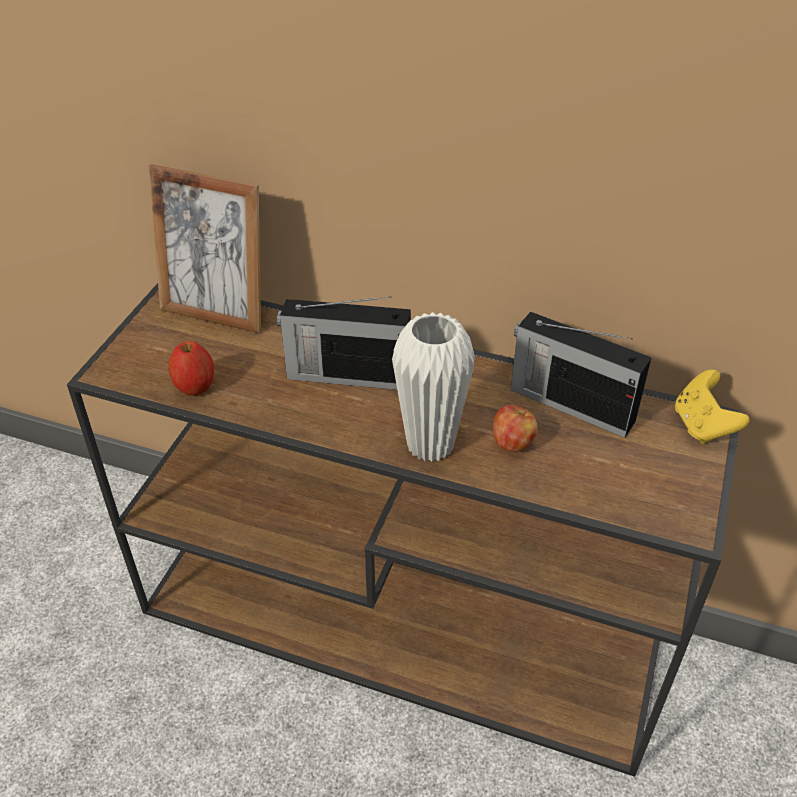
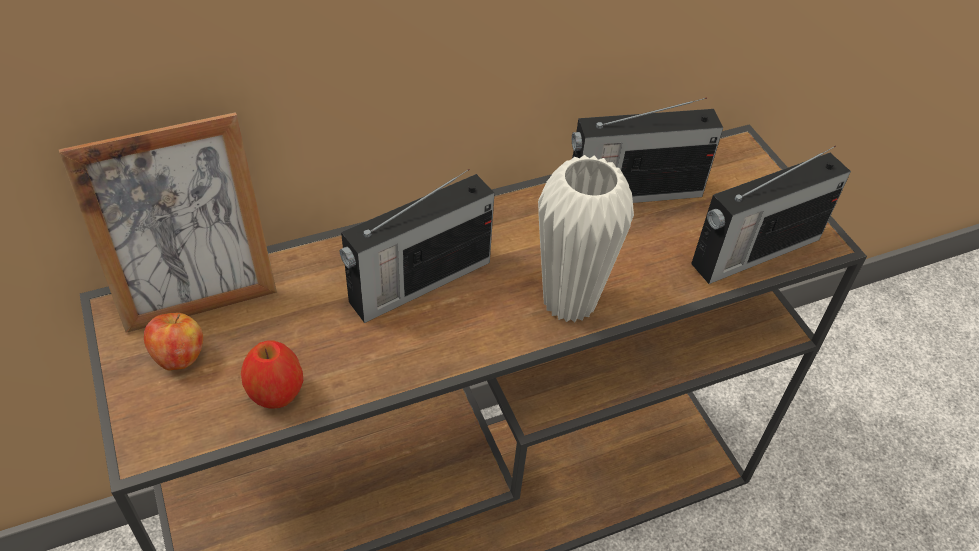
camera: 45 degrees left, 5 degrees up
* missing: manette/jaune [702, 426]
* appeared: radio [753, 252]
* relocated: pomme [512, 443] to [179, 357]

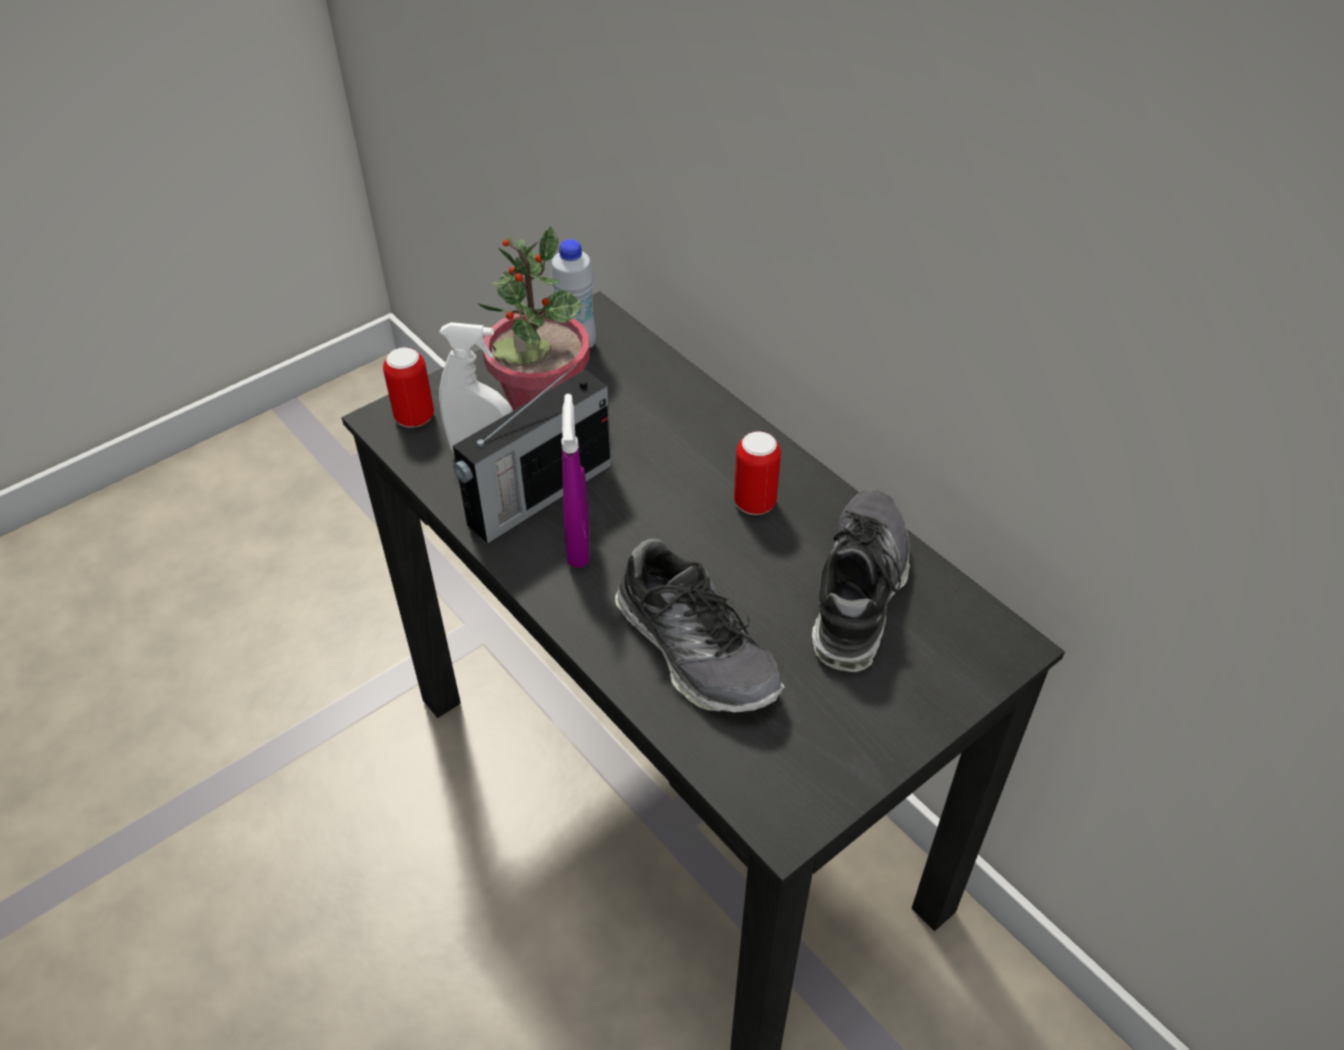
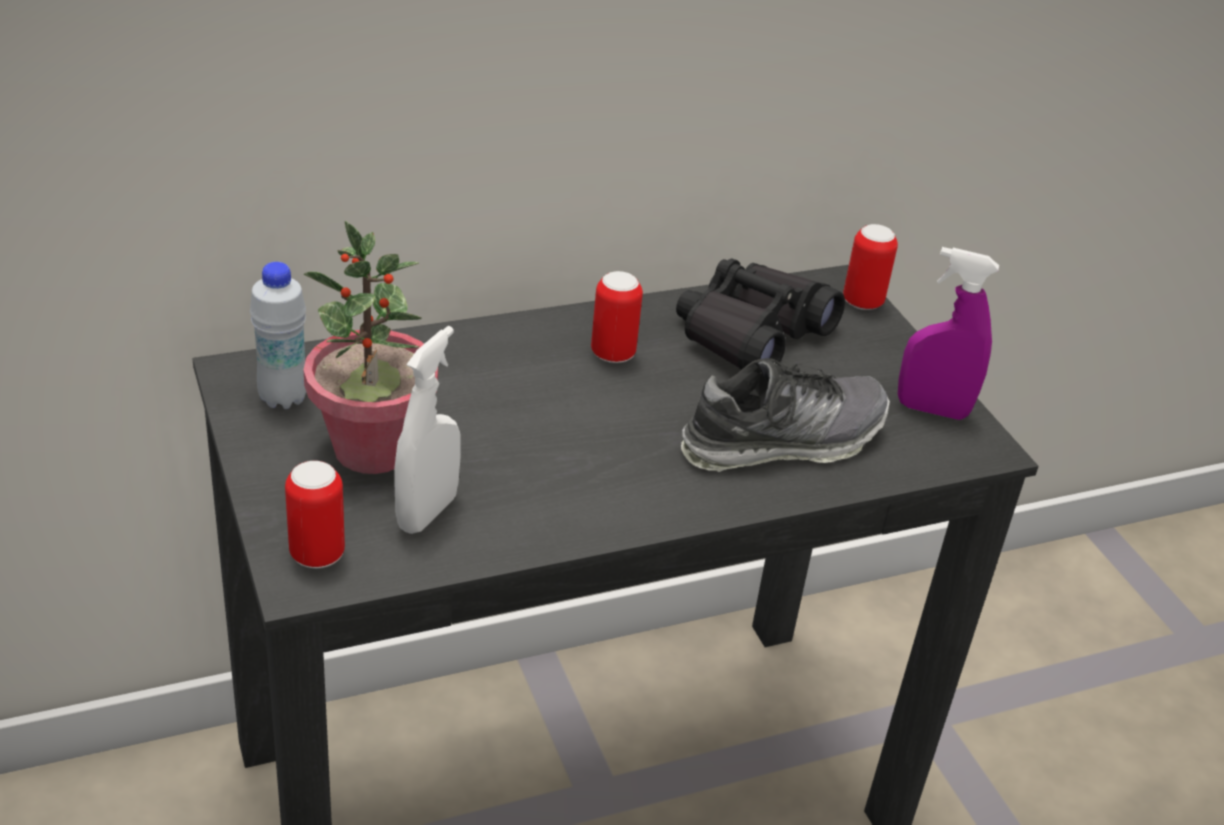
camera: 75 degrees left, 10 degrees down
* missing: radio [537, 495]
* appeared: boîte métallique [862, 302]
* relocated: vaporisateur/violet [578, 545] to [932, 409]
* exchanged: chaussure [858, 590] to jumelles/noir [751, 333]

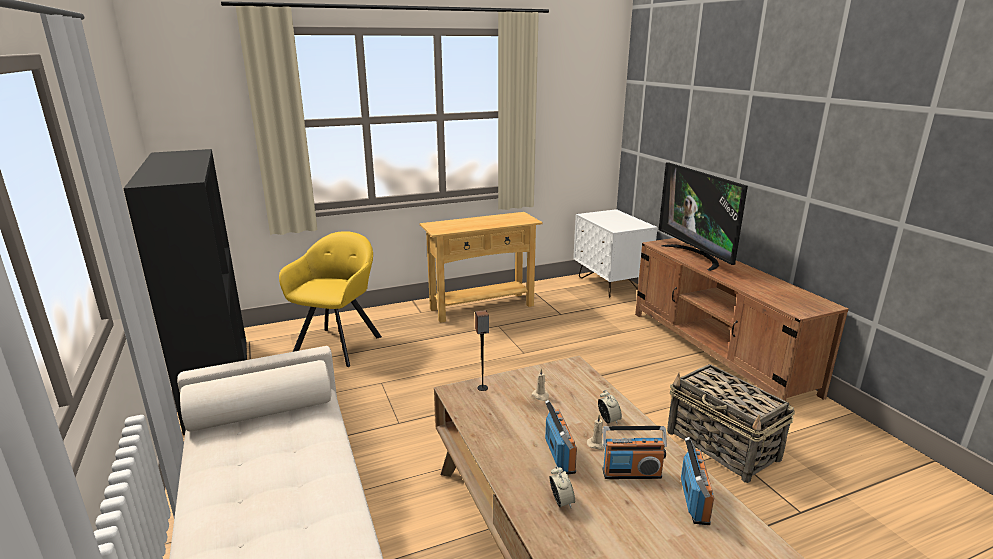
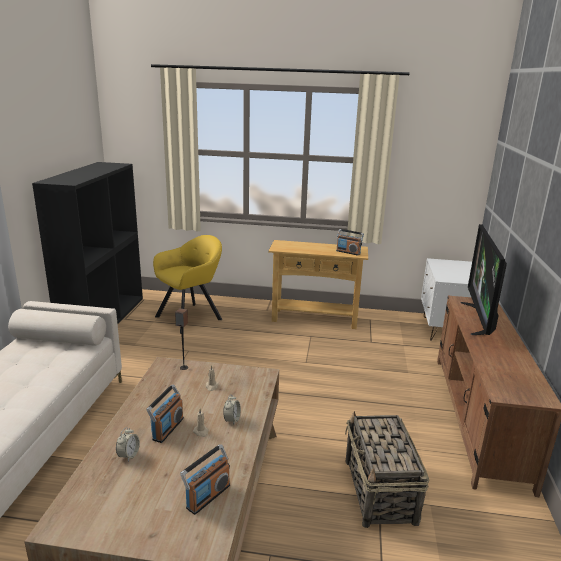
camera: 30 degrees right, 0 degrees up
* relocated: radio [631, 473] to [348, 252]

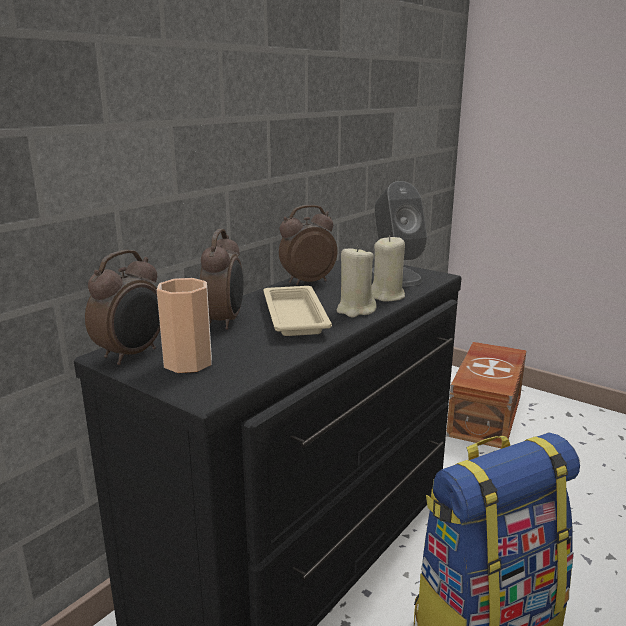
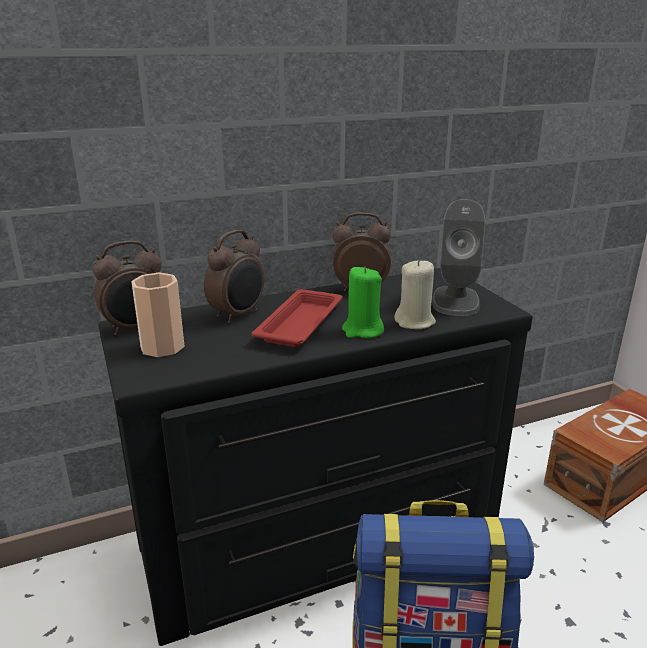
camera: 30 degrees right, 5 degrees up
* colour: plateau/beige [294, 316] to plateau/rouge [301, 323]
* colour: bougie/beige [355, 310] to bougie/vert [362, 330]

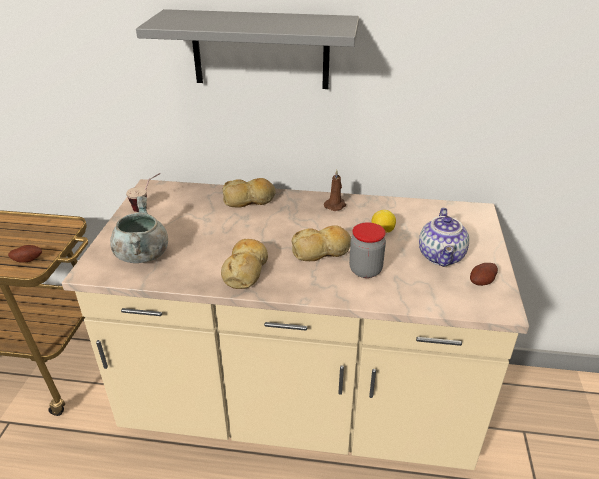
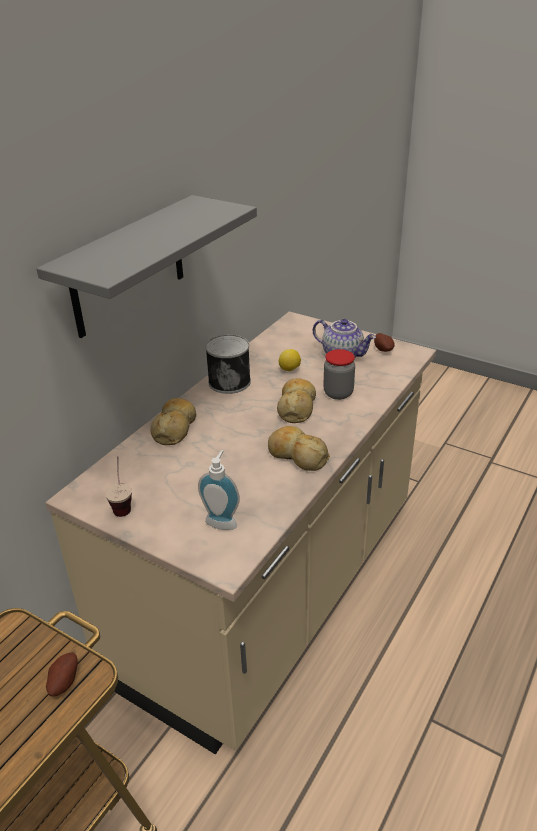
camera: 65 degrees left, 0 degrees up
* exchanged: marmite/gris [142, 254] to distributeur de savon [222, 521]
* exchanged: bougie/marron [335, 205] to boîte métallique [230, 381]

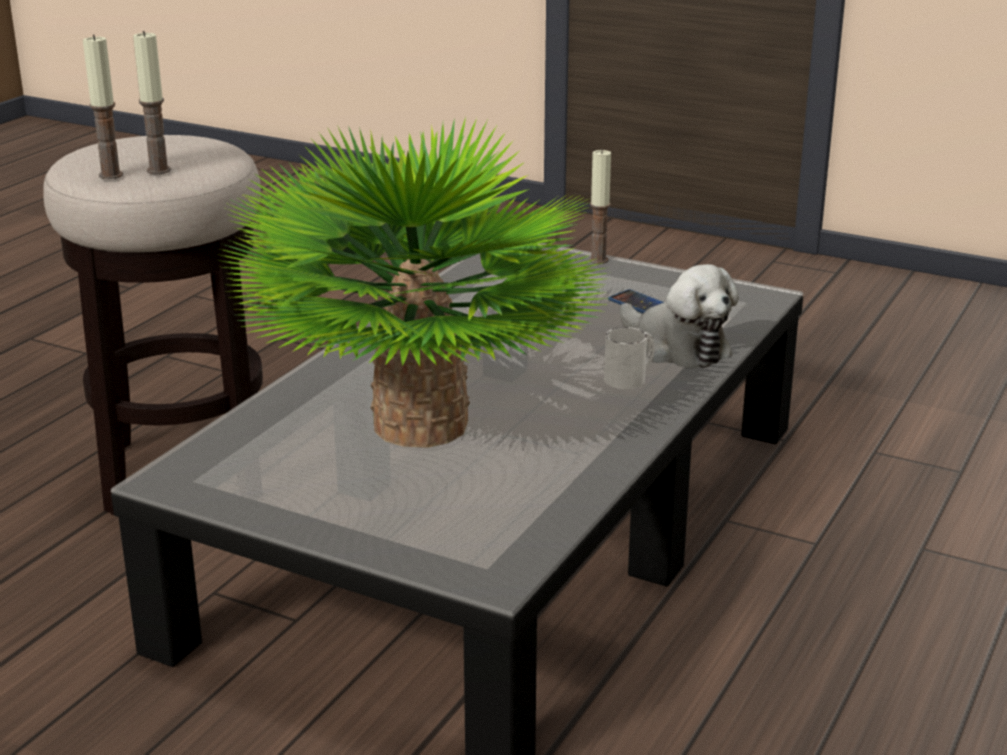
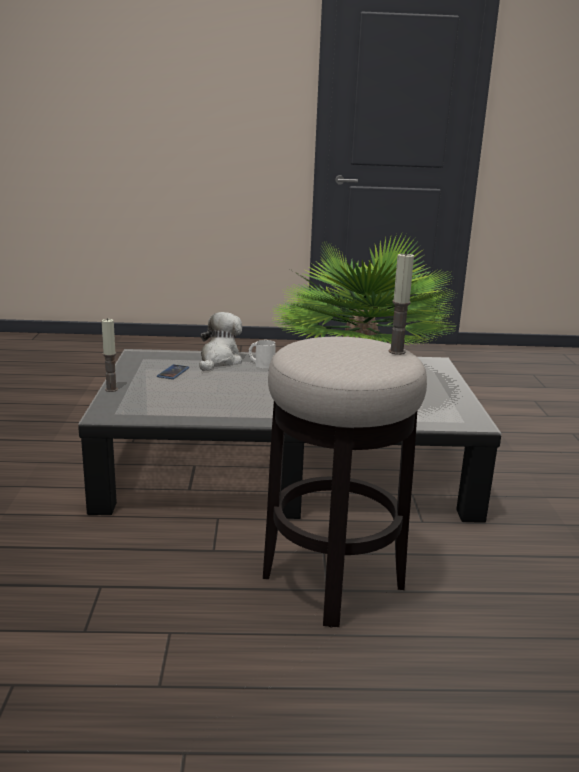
camera: 120 degrees left, 5 degrees down
* missing: bougie [158, 170]

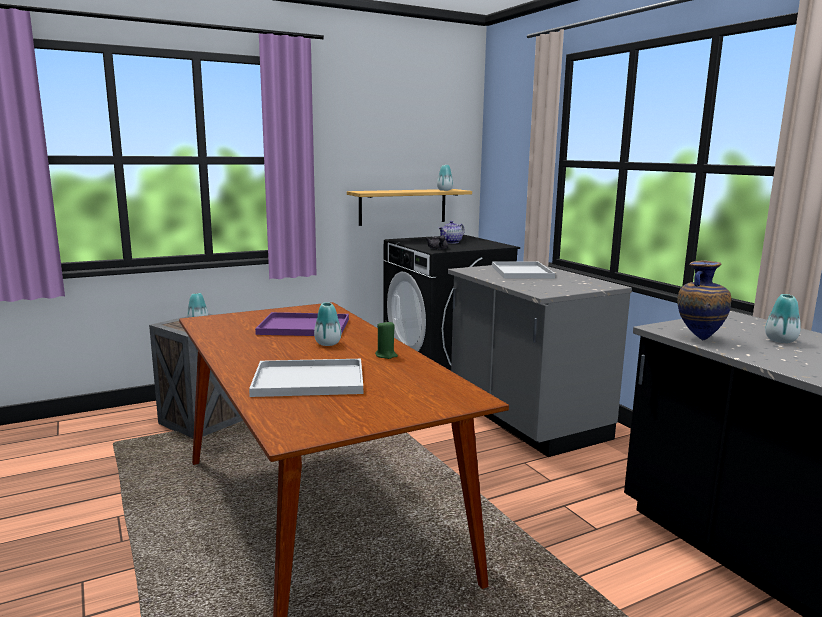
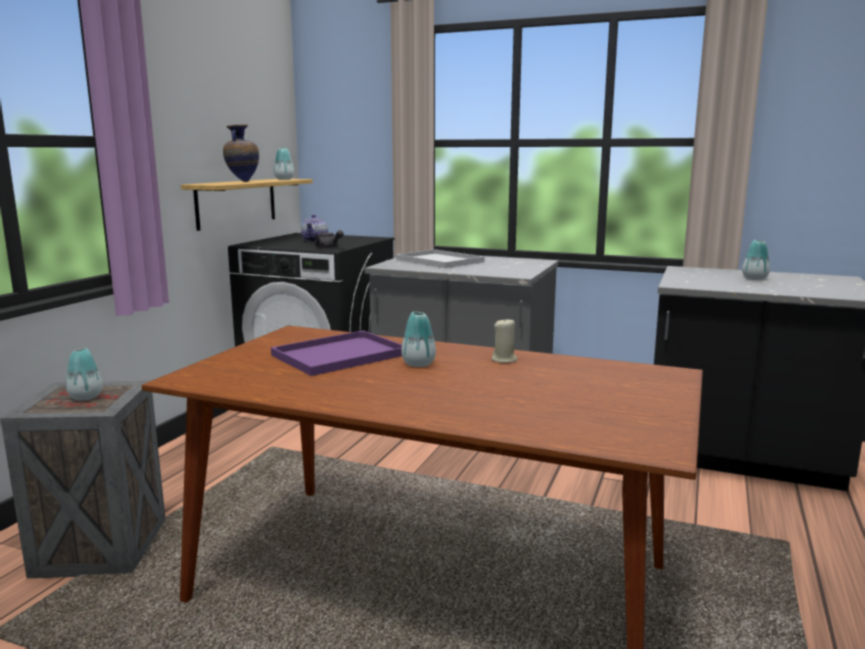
camera: 40 degrees left, 0 degrees up
* missing: plateau/blanc [306, 380]
* relocated: vase [698, 338] to [242, 181]
* colour: bougie/vert [386, 355] to bougie/beige [504, 360]

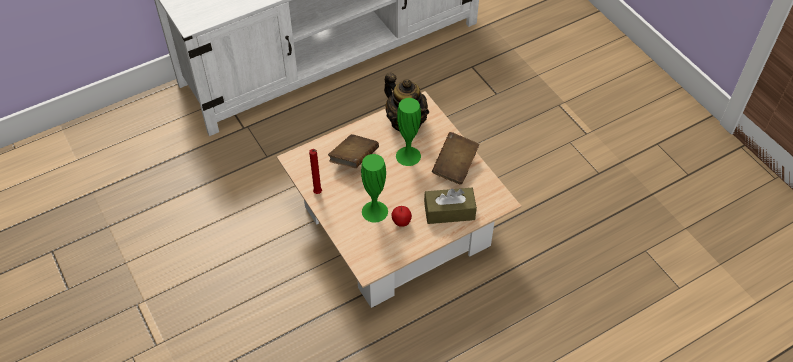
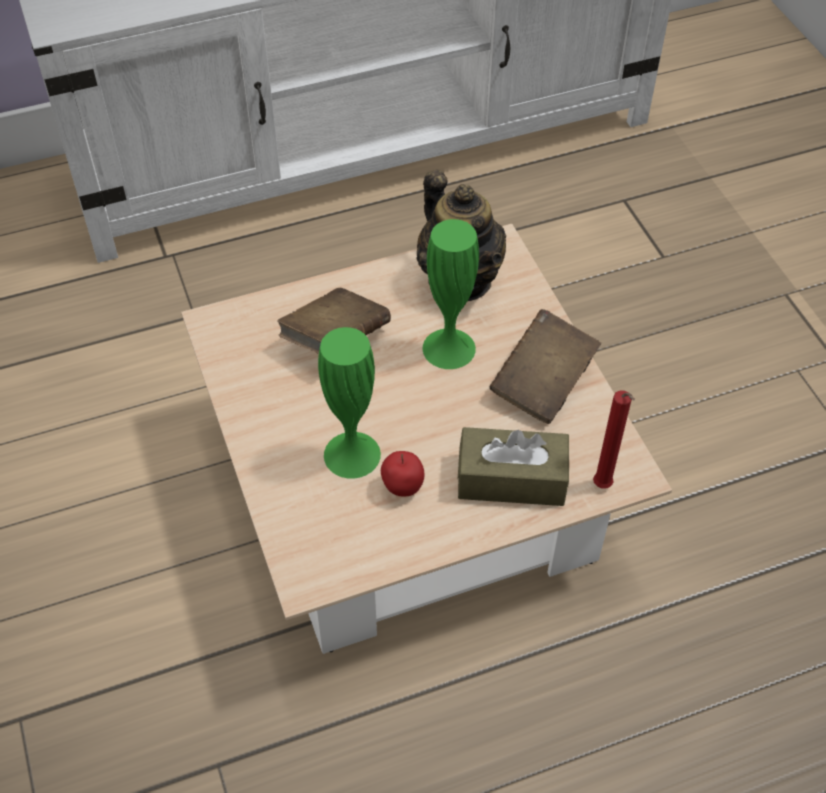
camera: 10 degrees right, 0 degrees up
* relocated: bougie/rouge [318, 193] to [603, 487]

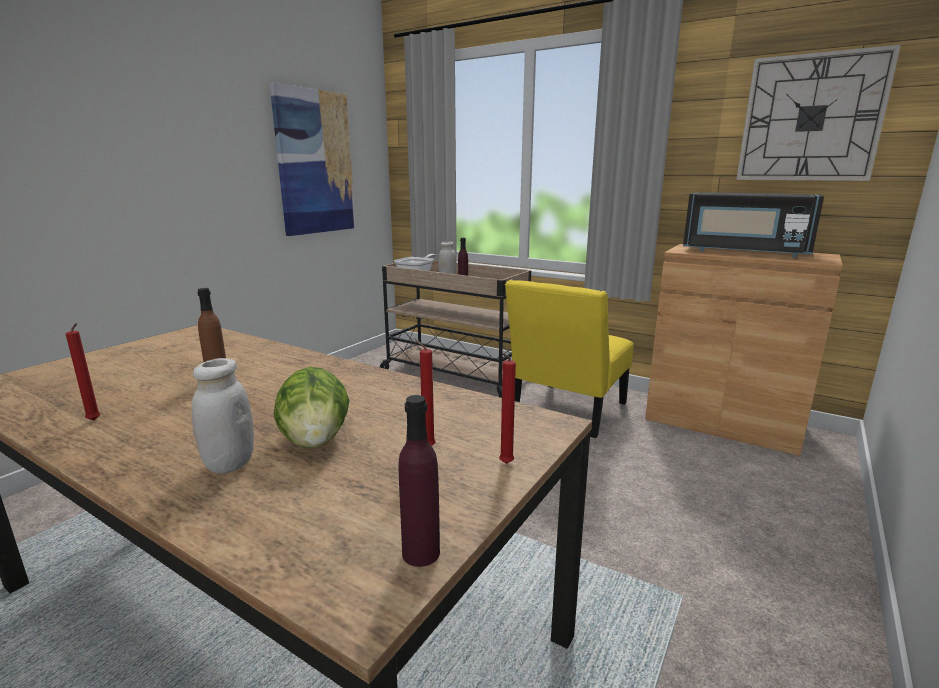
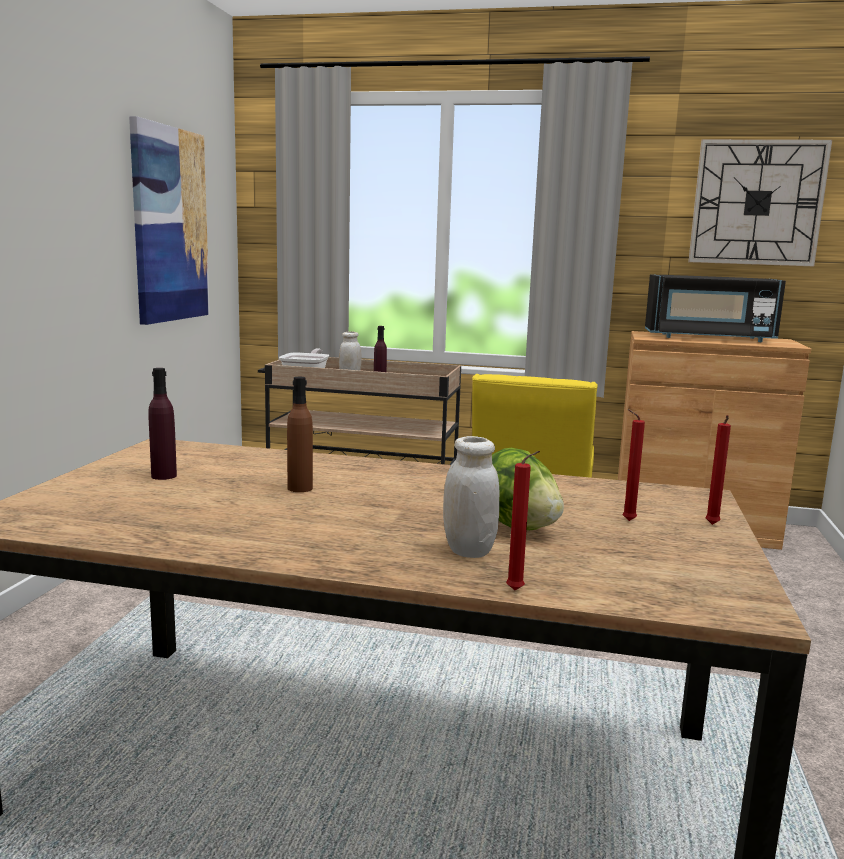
camera: 20 degrees left, 5 degrees down
* relocated: bougie/rouge [95, 421] to [518, 590]
* relocated: bouteille/violet [421, 553] to [164, 476]

